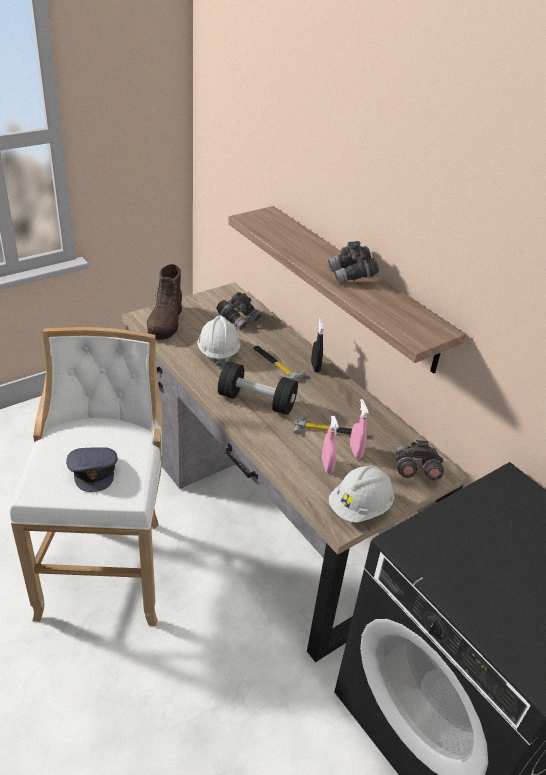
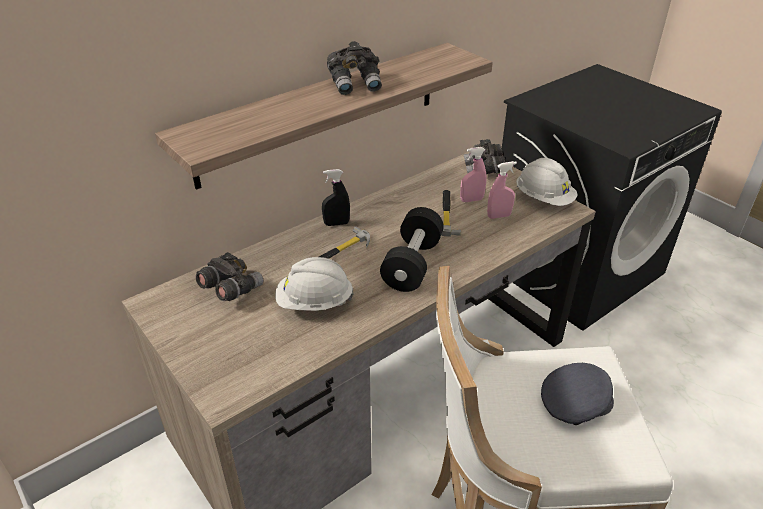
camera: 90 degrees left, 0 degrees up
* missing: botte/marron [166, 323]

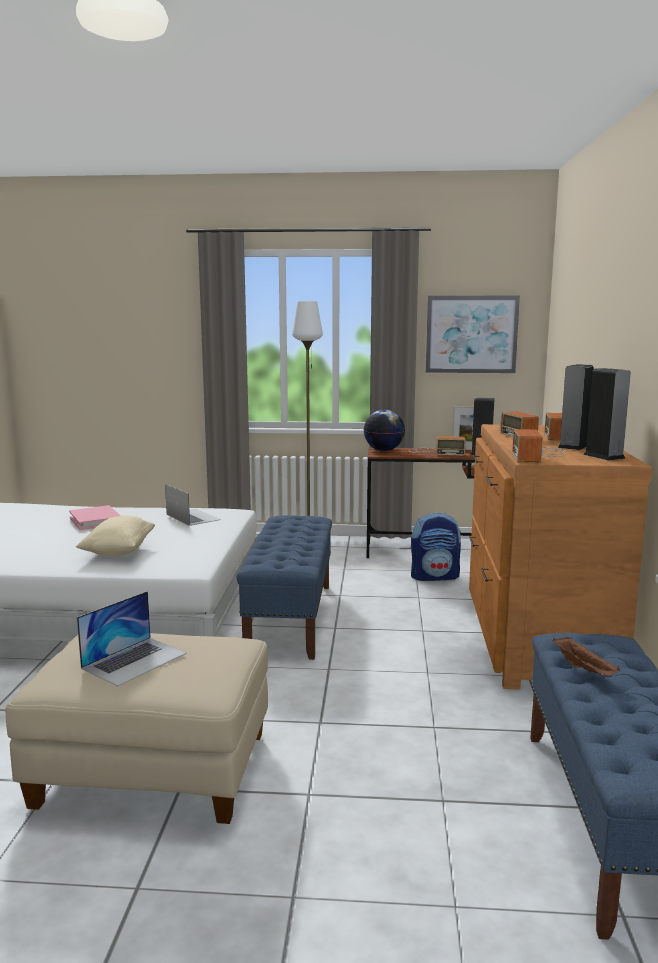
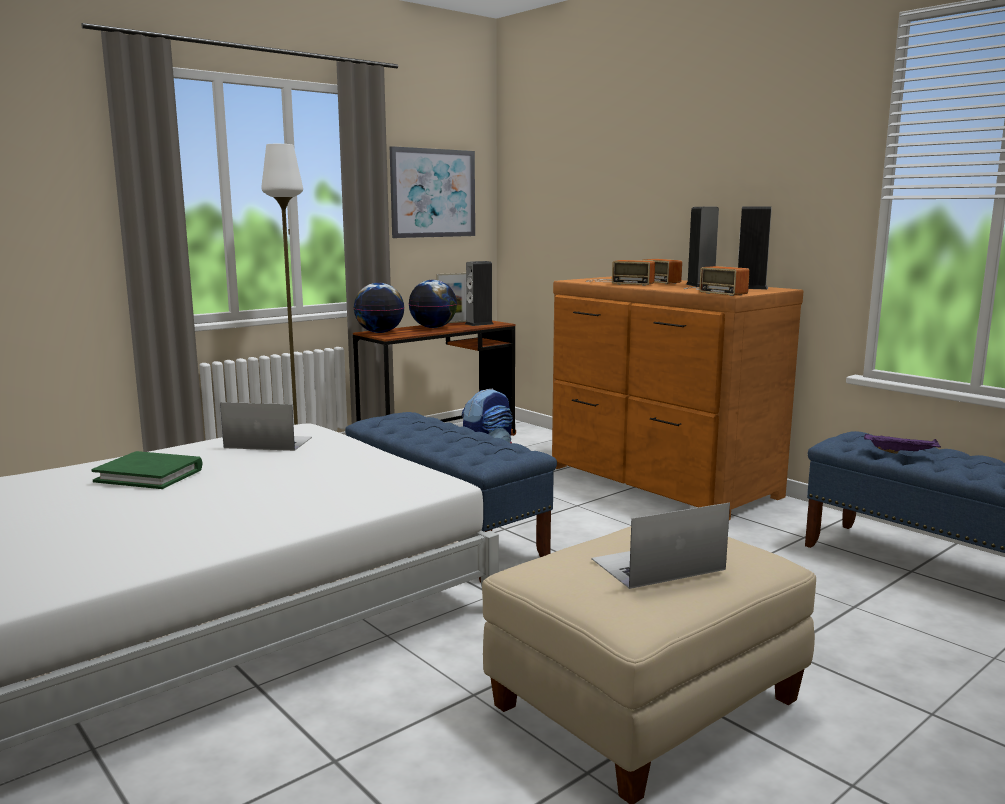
camera: 45 degrees left, 0 degrees up
* missing: coussin/beige [118, 552]
* exchanged: radio [435, 452] to globe [433, 327]
* colour: livre/rose [96, 521] to livre/vert [150, 475]
* colour: plateau/marron [584, 669] to plateau/violet [901, 453]
* spun: ordinateur portable [135, 660] = [657, 564] 105 degrees counterclockwise

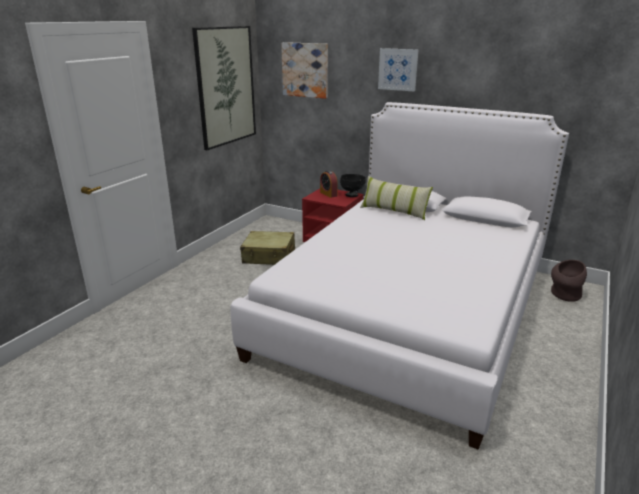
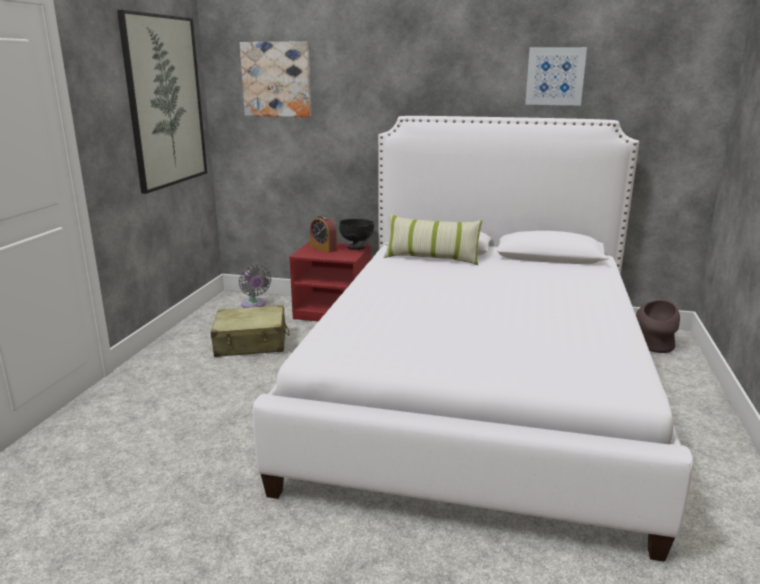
camera: 15 degrees left, 5 degrees down
* appeared: ventilateur/gris [254, 305]
* relocated: tableau [398, 69] to [555, 76]

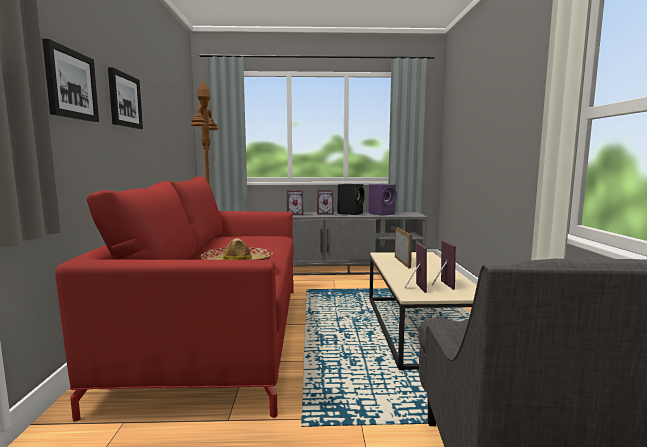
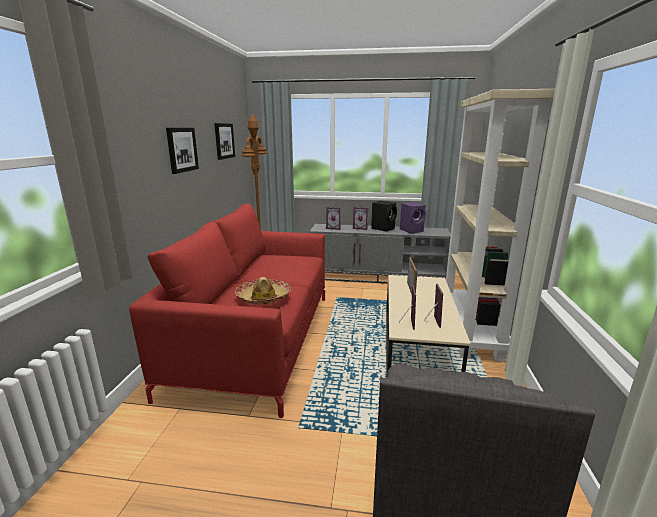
camera: 10 degrees right, 10 degrees up
* appeared: bibliothèque/beige [471, 329]
* relocated: tableau [70, 84] to [224, 141]

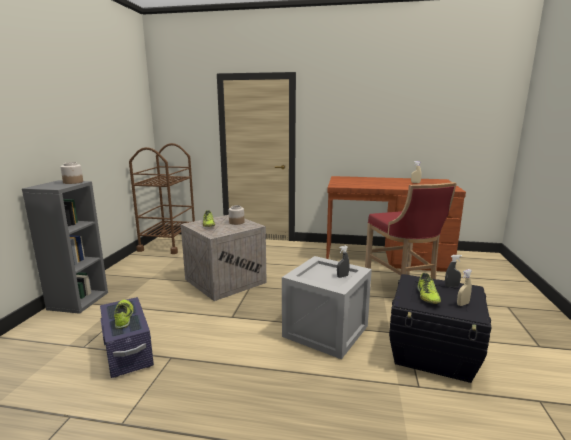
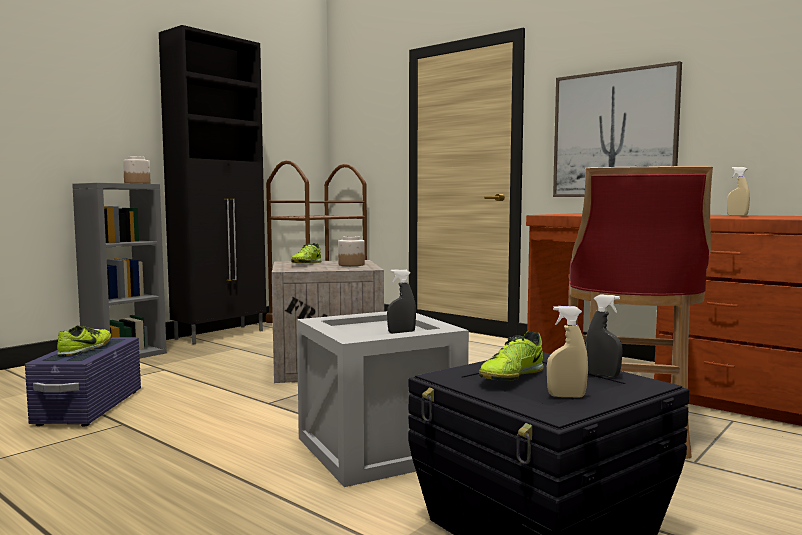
camera: 30 degrees right, 10 degrees down
* appeared: meuble de rangement/noir [221, 335]
* appeared: tableau [614, 134]

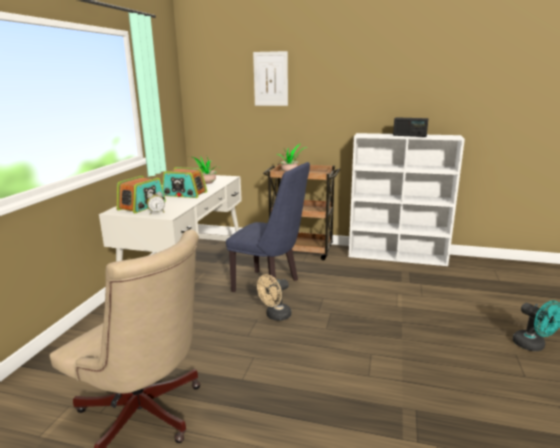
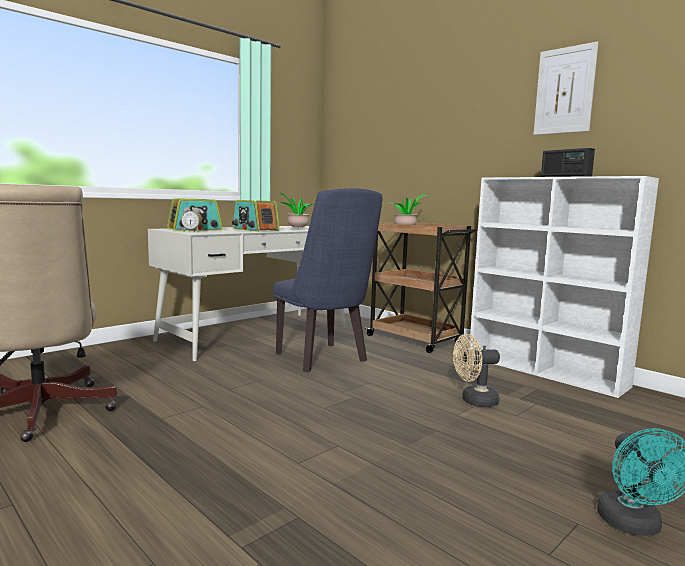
camera: 30 degrees right, 10 degrees down
* relocated: tableau [270, 79] to [564, 90]
* relocated: ventilateur/beige [275, 316] to [474, 401]

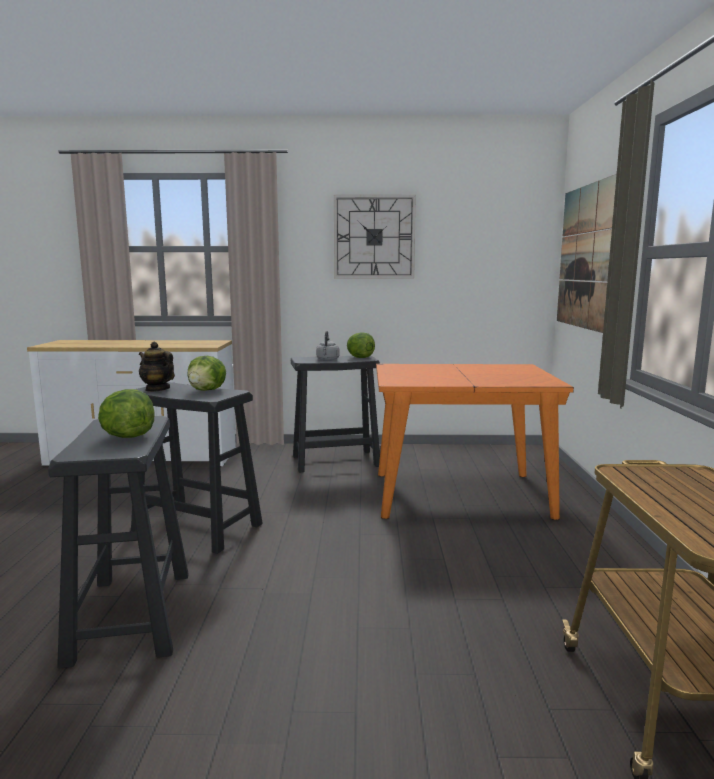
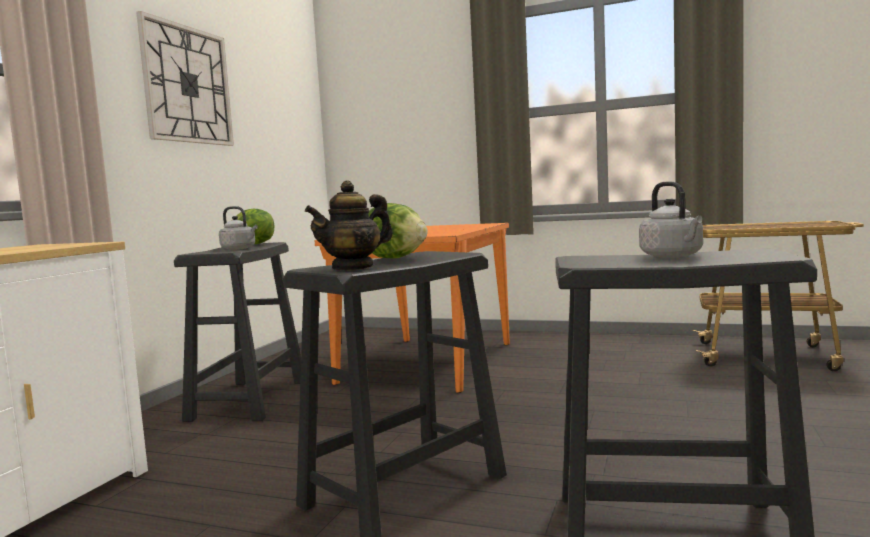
camera: 70 degrees left, 5 degrees down
* missing: tableau [586, 257]
* exchanged: laitue [127, 436] to bouilloire/gris [673, 256]

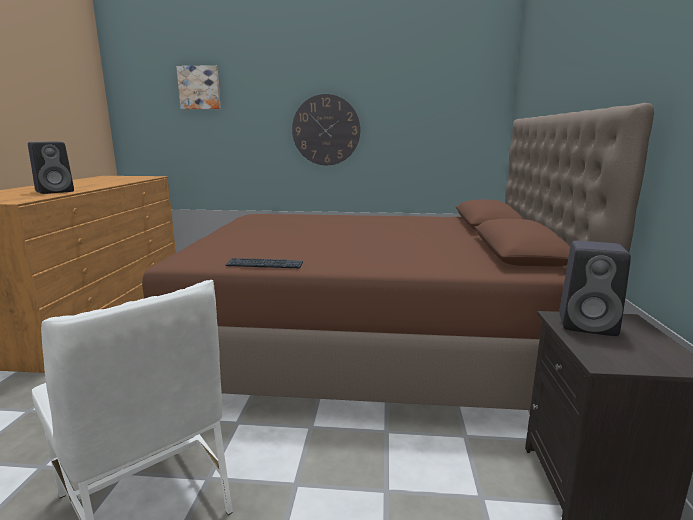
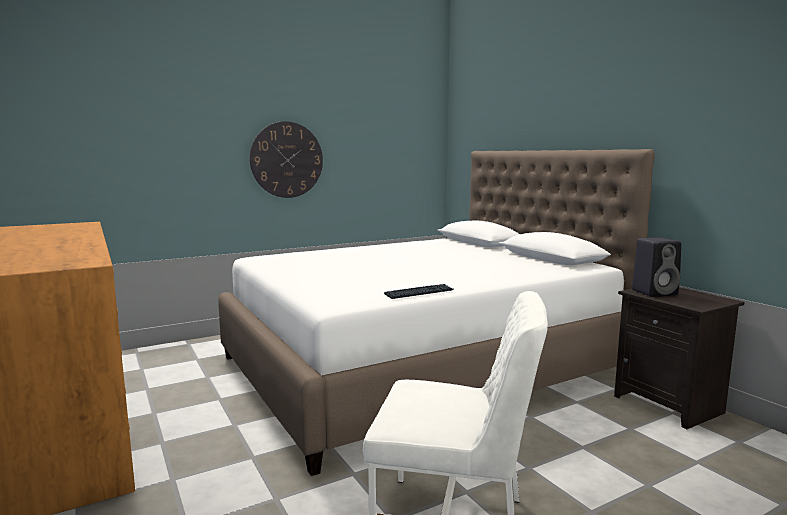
camera: 35 degrees left, 5 degrees down
* missing: enceinte/noir [56, 191]
* missing: tableau [199, 88]
* colour: lit/marron [365, 343] to lit/blanc [420, 366]

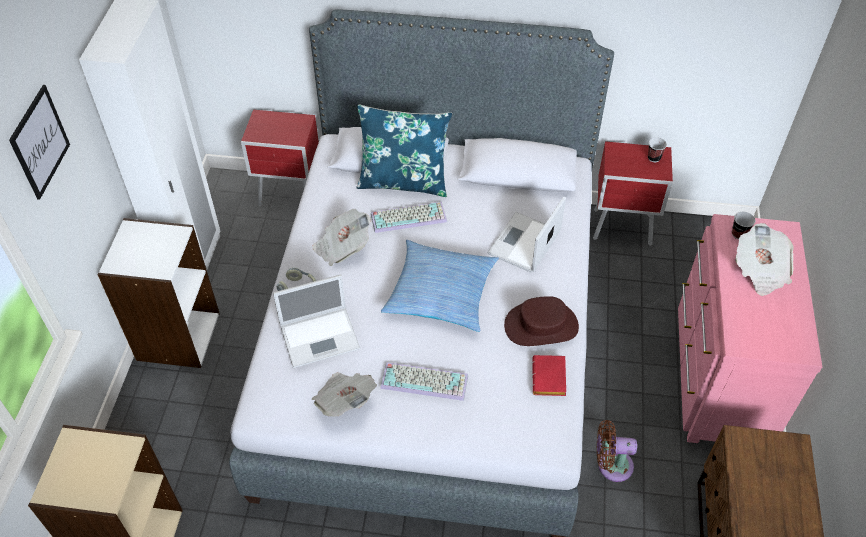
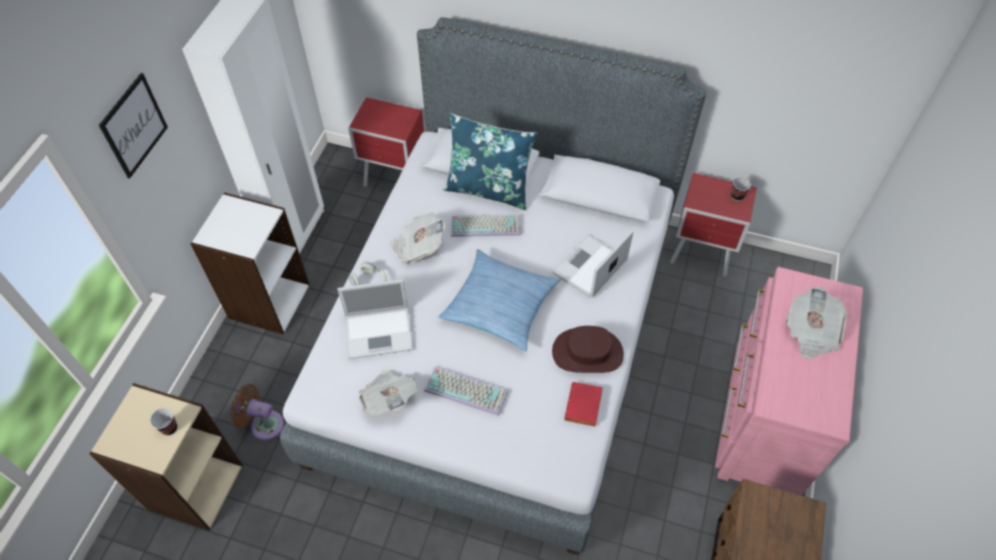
camera: 10 degrees right, 5 degrees up
* relocated: ventilateur/marron [611, 465] to [263, 424]
* relocated: tasse [738, 234] to [169, 428]

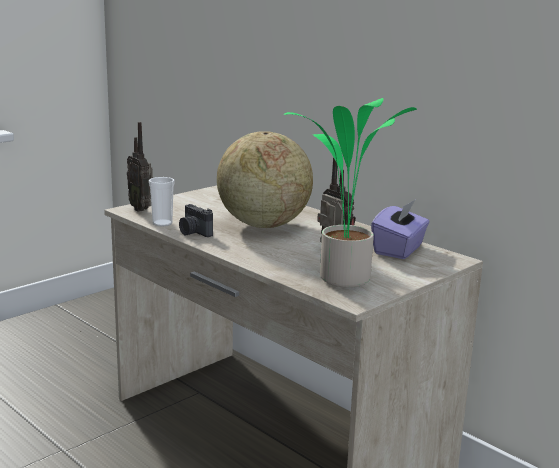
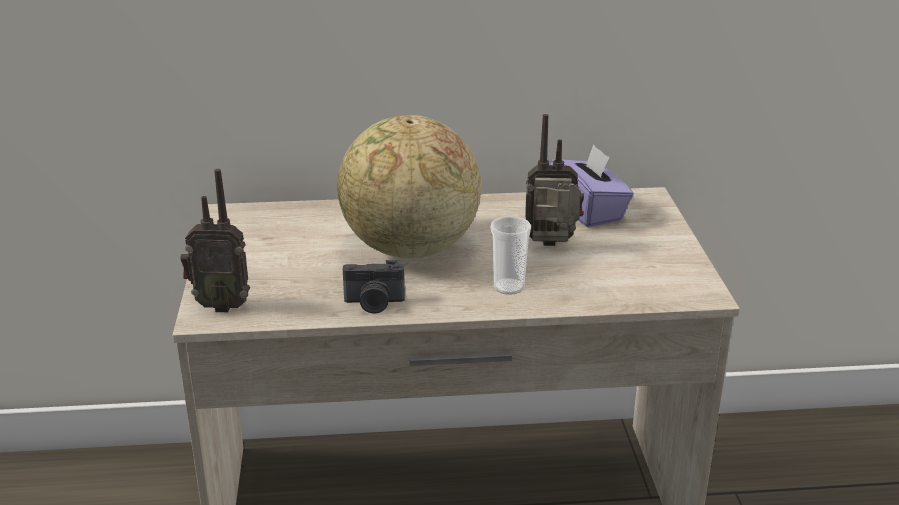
camera: 50 degrees left, 10 degrees up
* missing: plante en pot [342, 280]
* relocated: tasse [162, 223] to [509, 287]

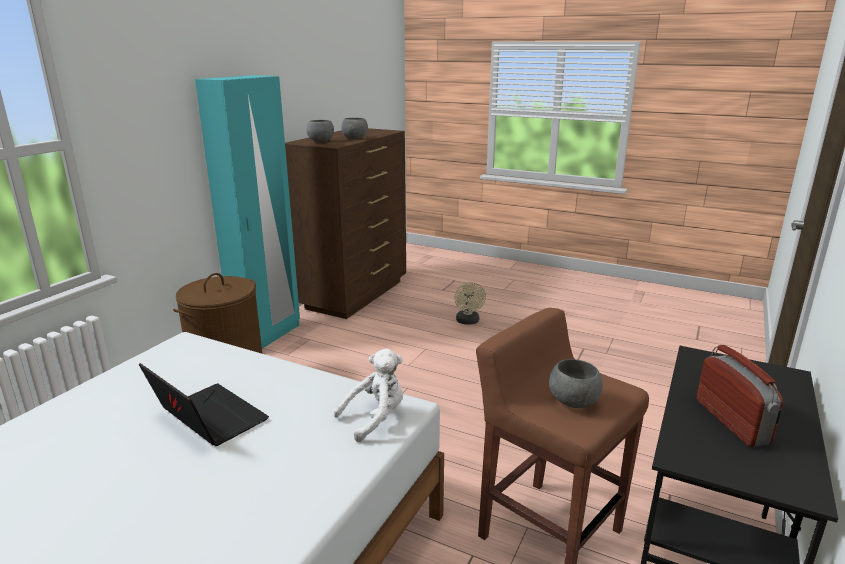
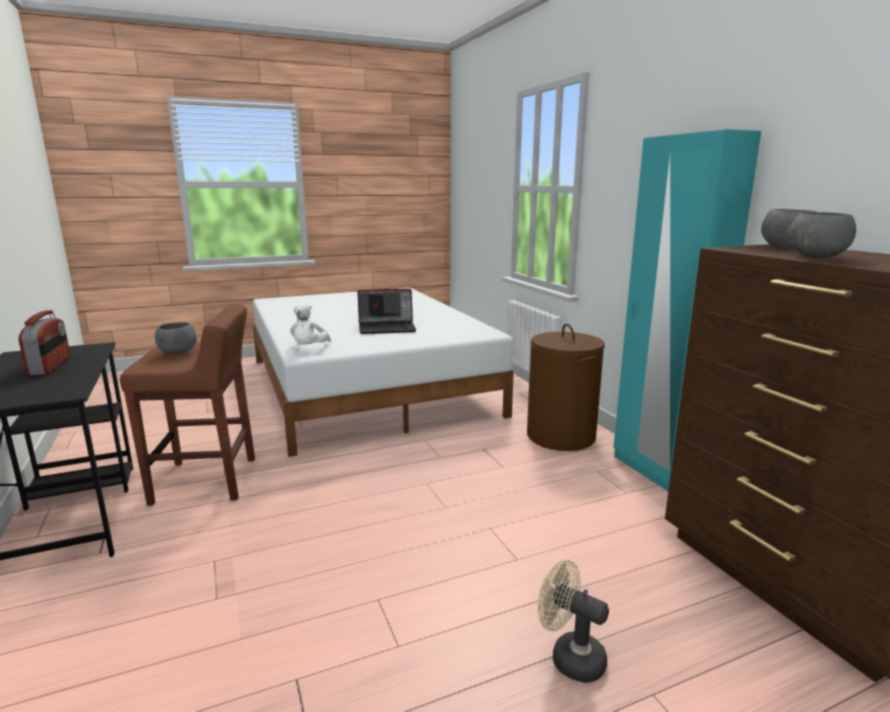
camera: 130 degrees right, 5 degrees down
* spun: radio [732, 421] = [50, 366] 135 degrees counterclockwise

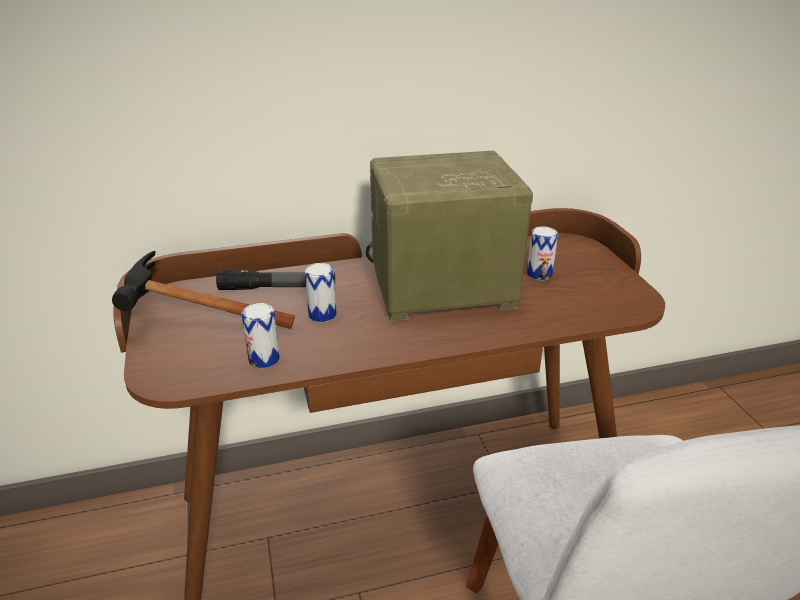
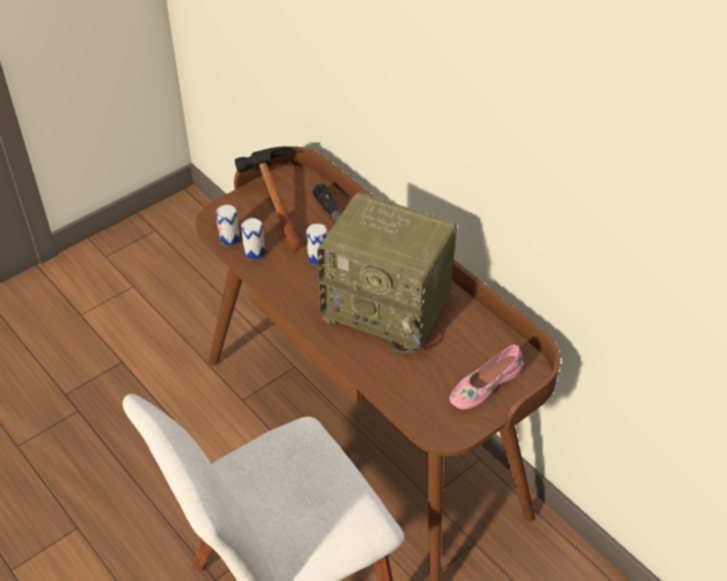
camera: 65 degrees right, 15 degrees up
* appeared: chaussure/rose [484, 385]
* relocated: boîte métallique [539, 274] to [229, 239]
* spun: radio [440, 290] = [389, 307] 150 degrees clockwise

